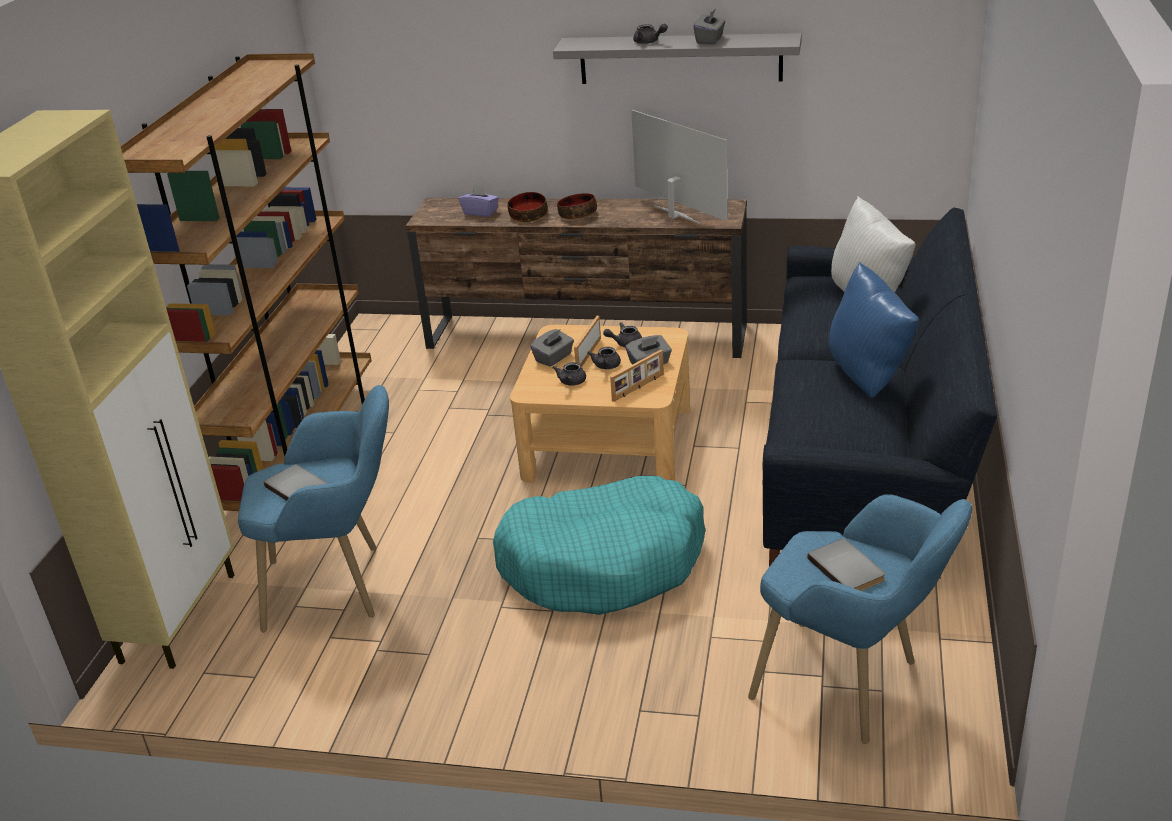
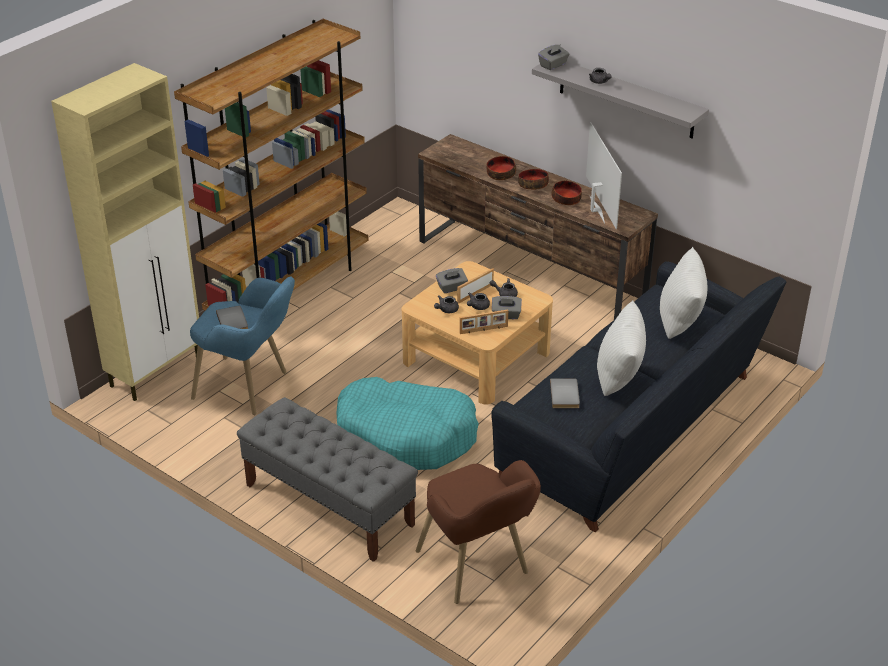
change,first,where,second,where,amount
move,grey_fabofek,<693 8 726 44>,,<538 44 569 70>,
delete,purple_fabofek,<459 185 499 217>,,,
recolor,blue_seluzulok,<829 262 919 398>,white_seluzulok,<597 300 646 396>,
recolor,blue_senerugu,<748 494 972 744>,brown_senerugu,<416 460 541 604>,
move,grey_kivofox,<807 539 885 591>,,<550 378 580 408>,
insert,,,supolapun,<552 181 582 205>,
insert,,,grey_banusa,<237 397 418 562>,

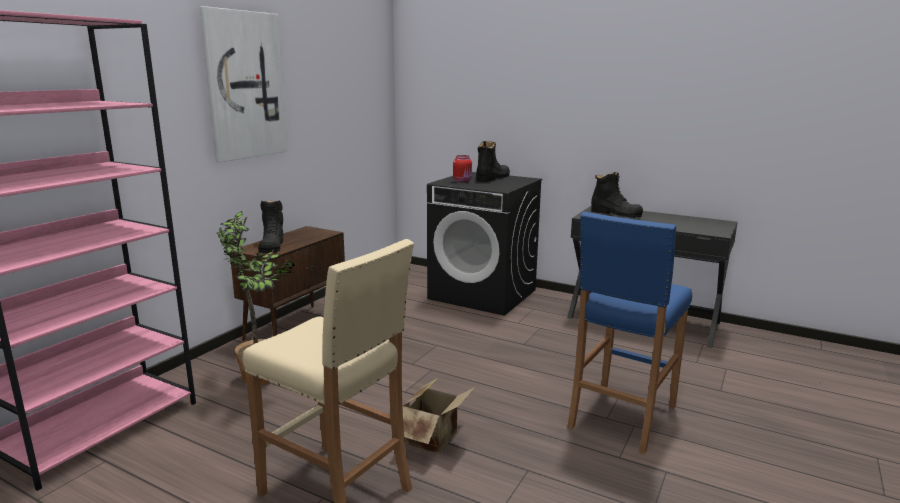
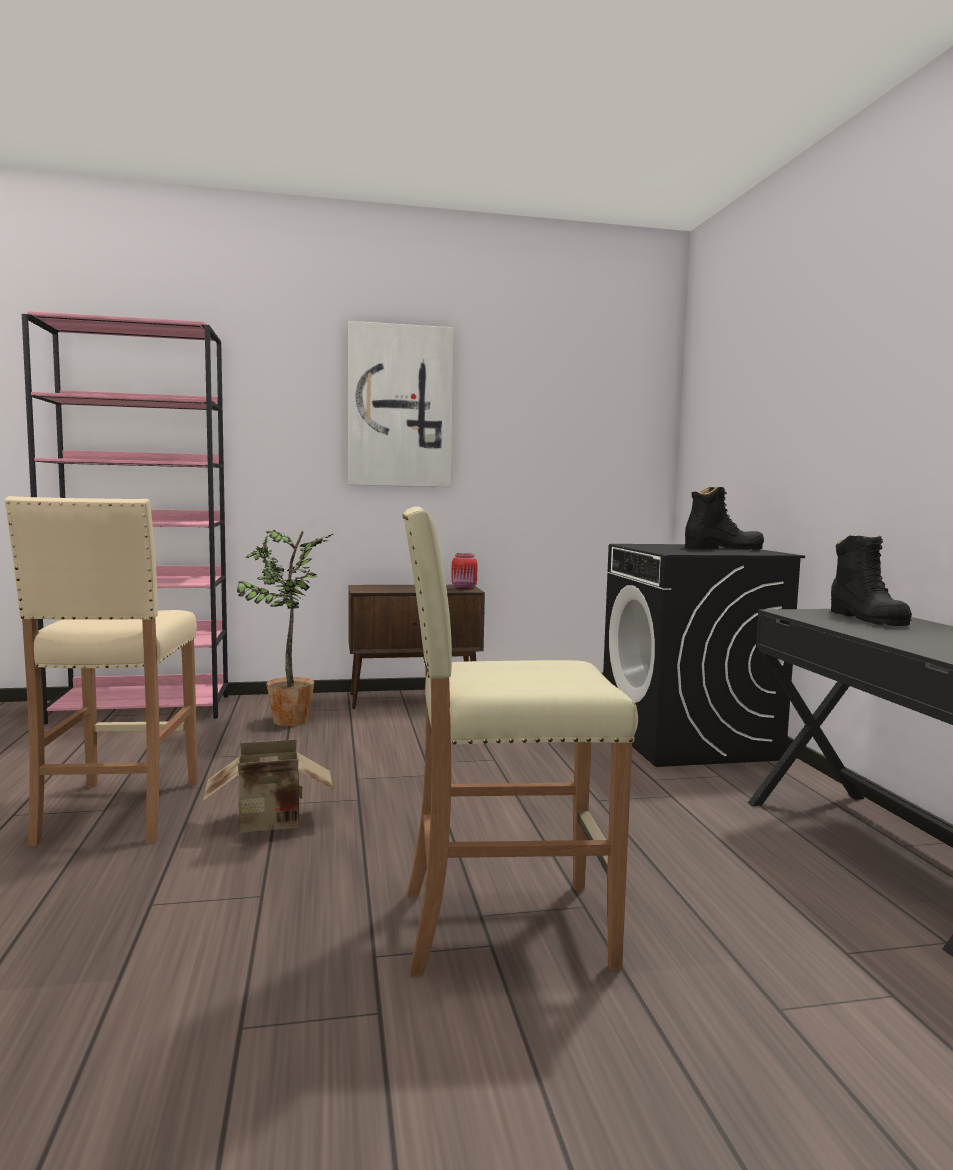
change,first,where,second,where,amount
move,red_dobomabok,<453 155 472 183>,,<451 553 478 590>,
delete,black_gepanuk,<258 200 284 253>,,,
recolor,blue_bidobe,<567 212 692 454>,beige_bidobe,<402 506 638 976>,

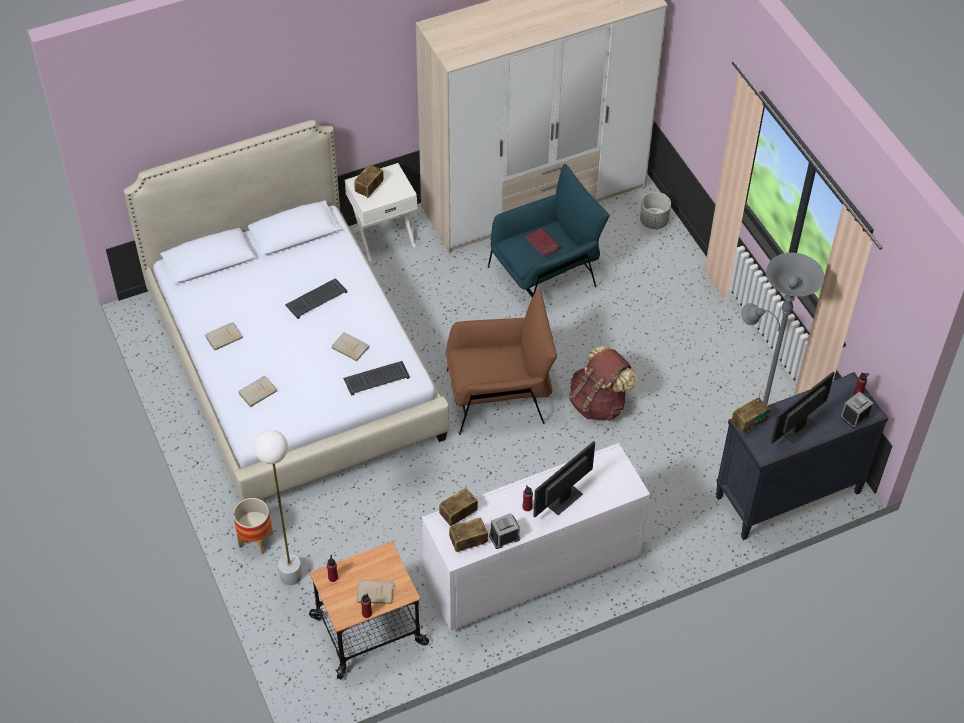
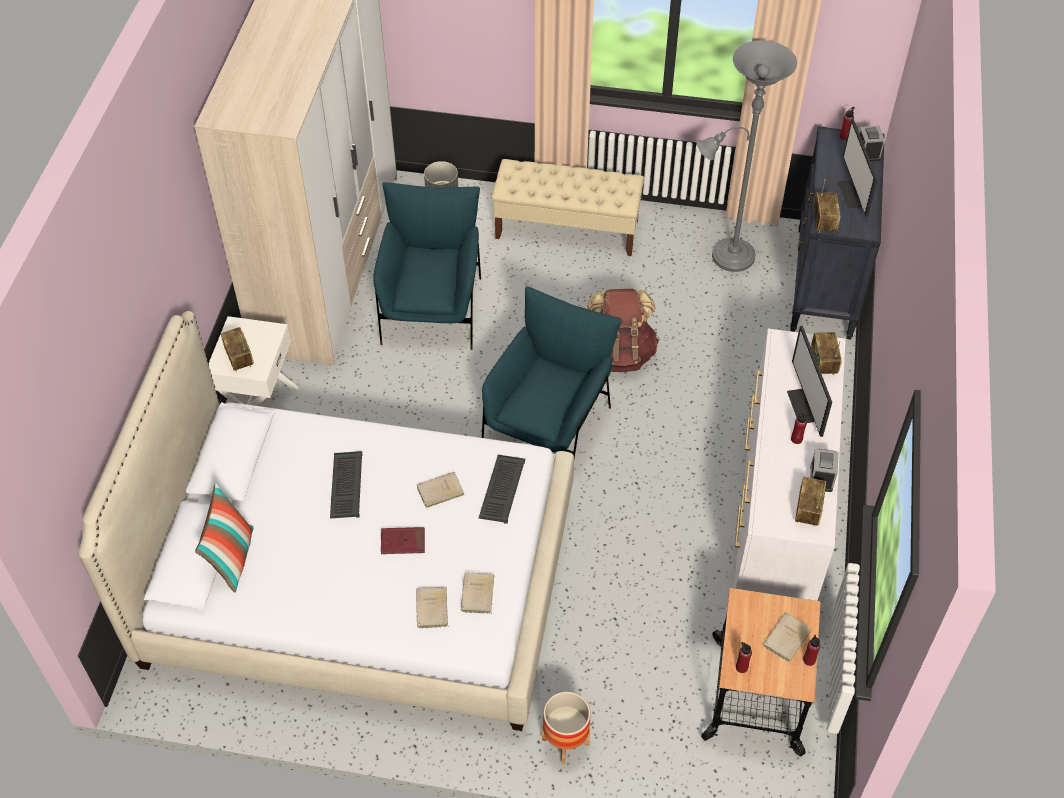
change,first,where,second,where,amount
move,red_kivofox,<526 228 561 257>,,<381 527 425 554>,
recolor,brown_senerugu,<446 290 557 435>,blue_senerugu,<482 287 622 458>,
move,beige_kivofox,<205 322 243 350>,,<461 572 494 614>,
delete,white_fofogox,<254 430 302 585>,,,
move,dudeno,<439 488 478 526>,,<811 332 842 375>,
insert,,,beige_banusa,<492 159 644 256>,
insert,,,seluzulok,<195 483 254 592>,

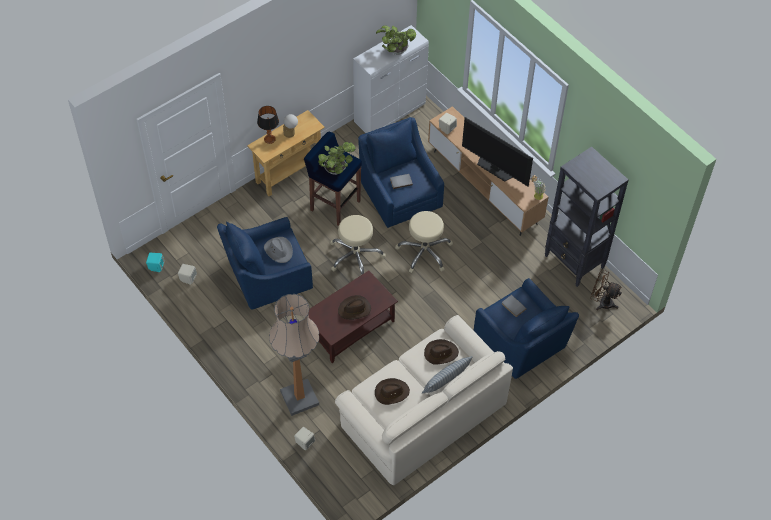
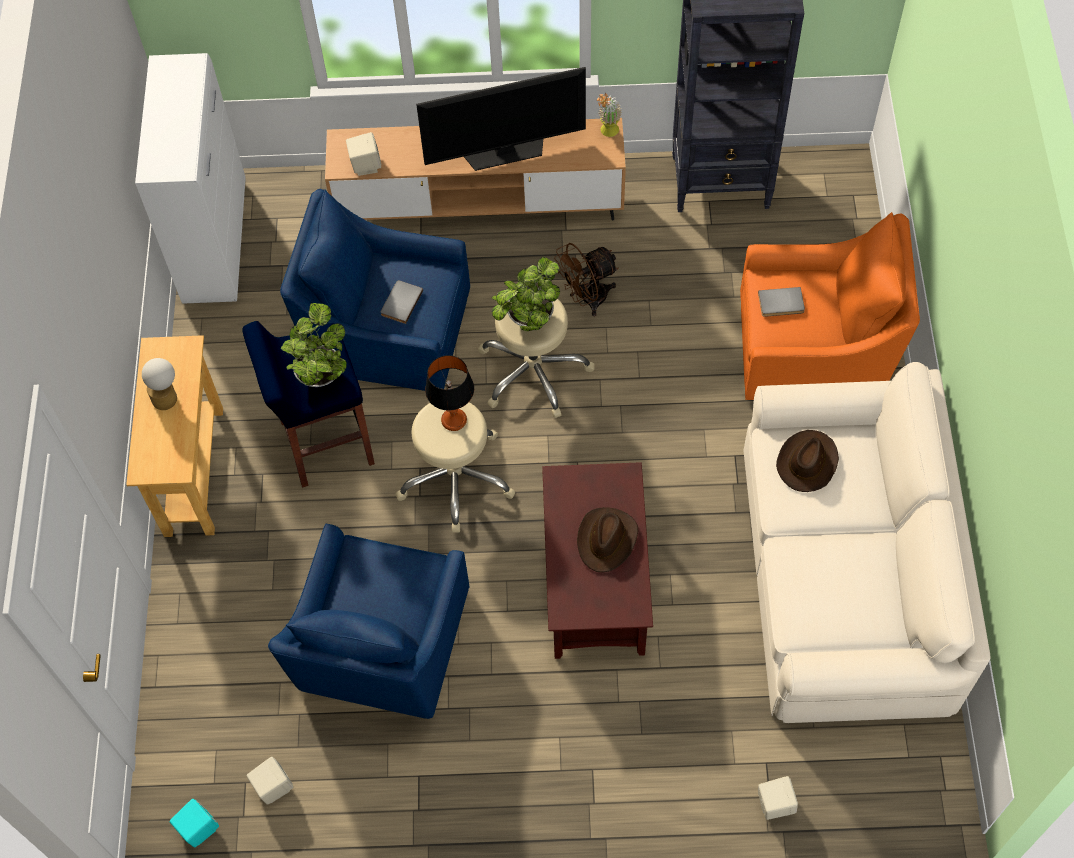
change,first,where,second,where,amount
move,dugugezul,<376 25 416 55>,,<492 257 560 331>,
move,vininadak,<257 106 279 144>,,<425 355 474 431>,
delete,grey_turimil,<264 237 293 263>,,,
move,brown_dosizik,<591 269 622 310>,,<554 243 619 316>,
recolor,blue_senerugu,<474 278 579 379>,orange_senerugu,<740 212 920 400>,
delete,fofogox,<269 294 319 416>,,,
delete,seluzulok,<422 356 473 394>,,,
delete,brown_turimil,<375 378 410 405>,,,

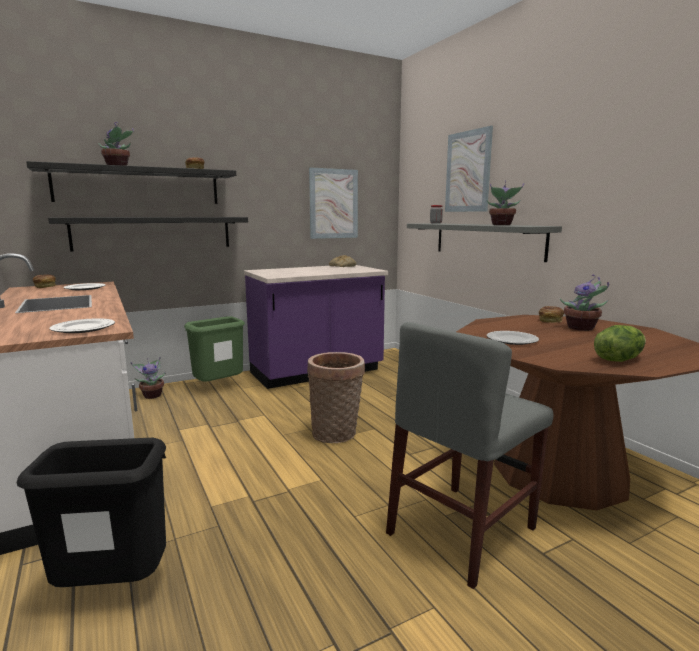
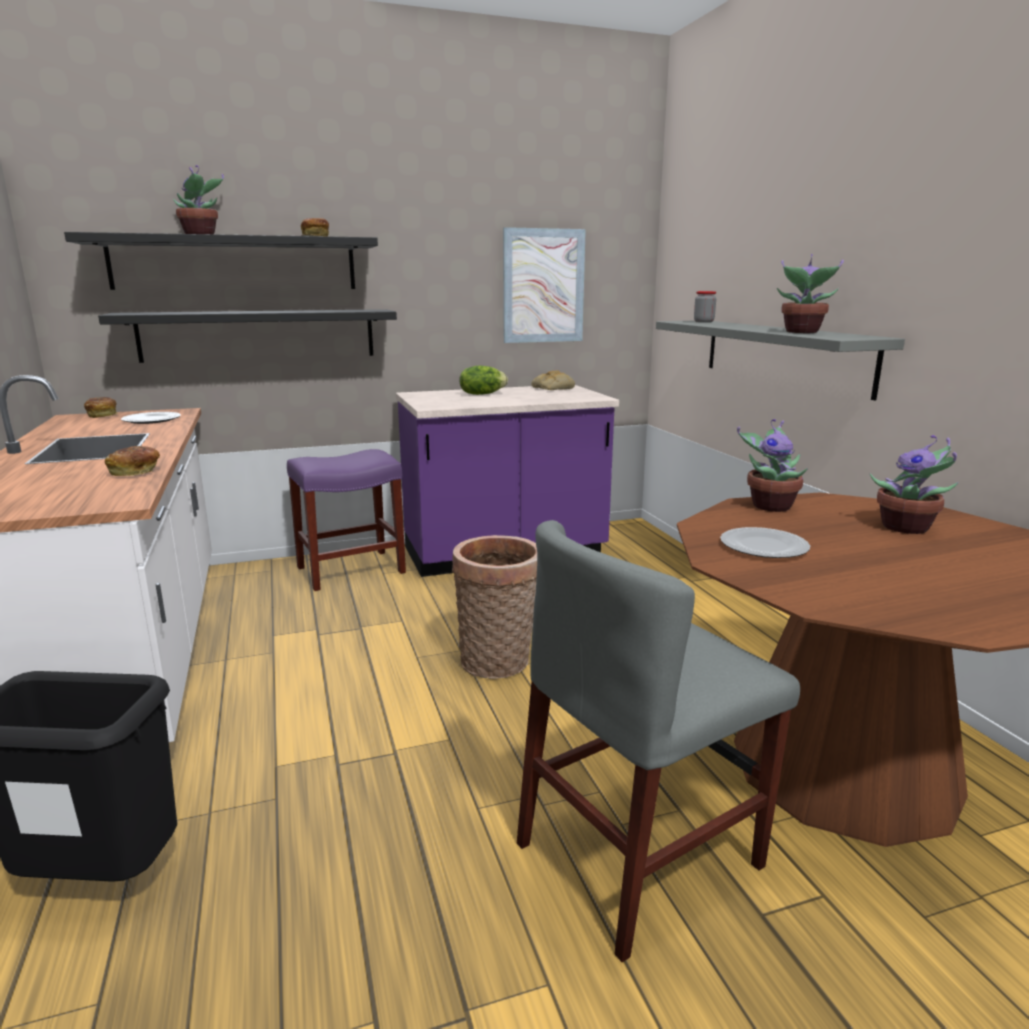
change,first,where,second,where,amount
delete,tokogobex,<445 126 493 212>,,,
move,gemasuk,<539 306 564 323>,,<105 446 160 476>,
replace,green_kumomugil,<184 316 245 382>,purple_bidobe,<287 449 406 591>,
delete,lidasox,<50 318 115 333>,,,
move,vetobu,<594 325 646 362>,,<459 366 508 395>,
move,dugugezul,<131 357 166 399>,,<737 419 808 512>,

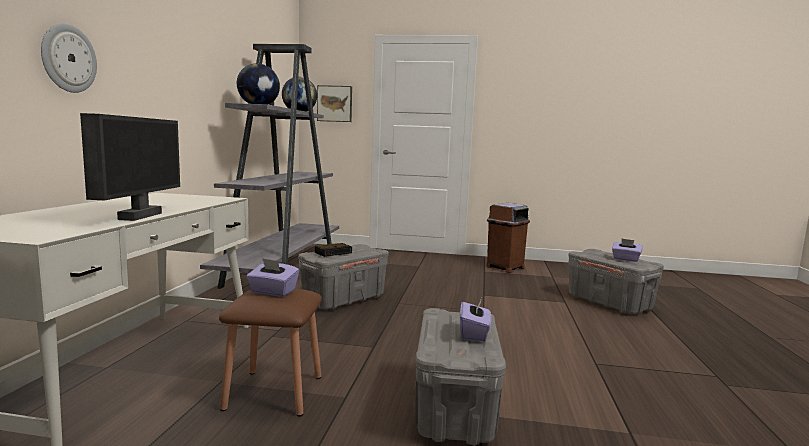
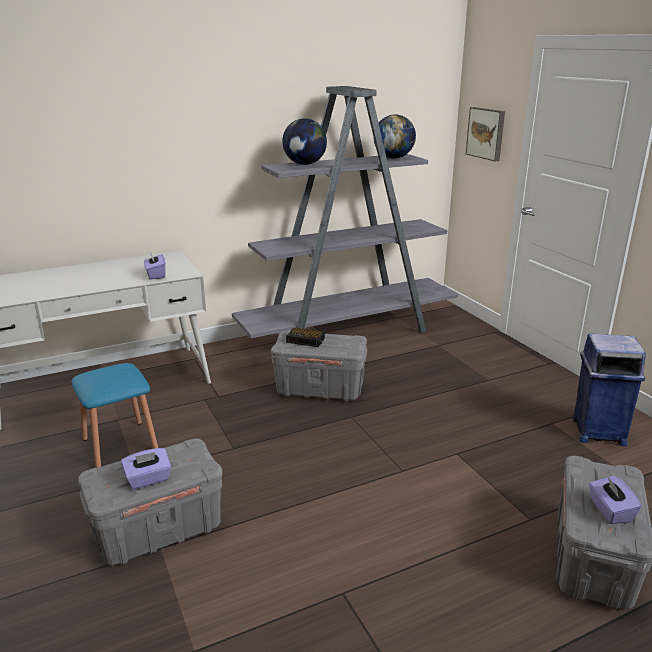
change,first,where,second,where,amount
delete,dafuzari,<41 23 97 93>,,,
delete,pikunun,<80 113 180 221>,,,
recolor,brown_kumomugil,<486 203 530 273>,blue_kumomugil,<573 334 646 446>,
move,purple_fabofek,<247 258 299 297>,,<144 251 166 280>,
recolor,brown_bidobe,<219 289 322 417>,blue_bidobe,<71 363 158 468>,

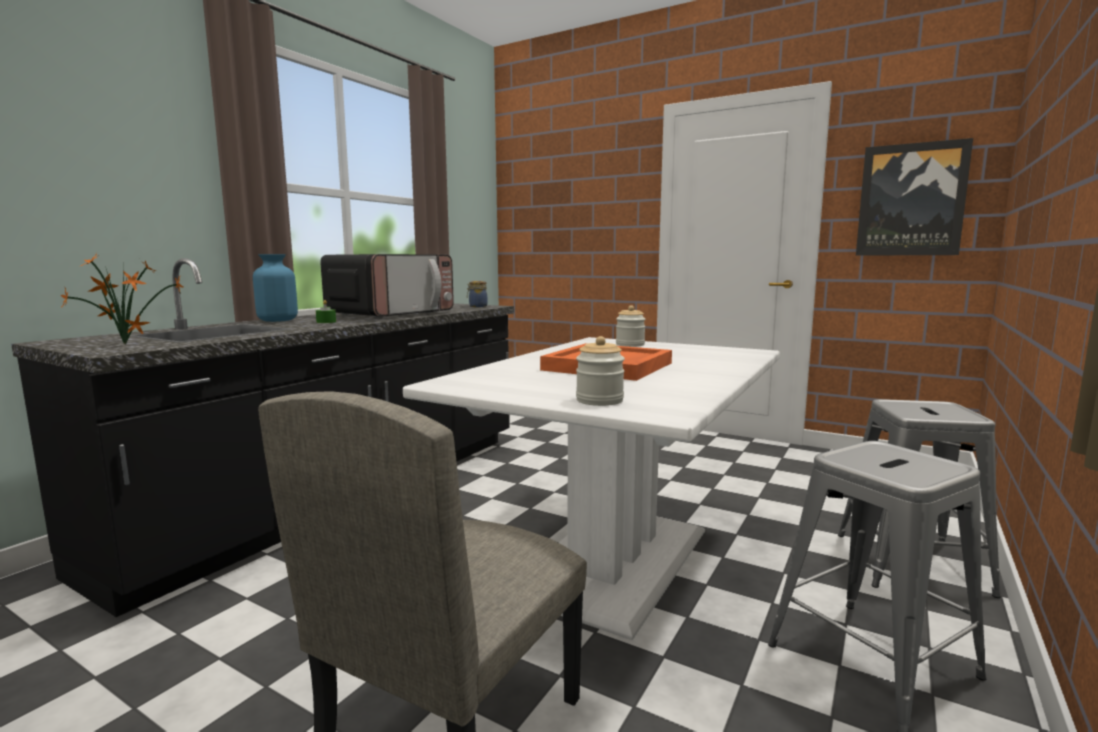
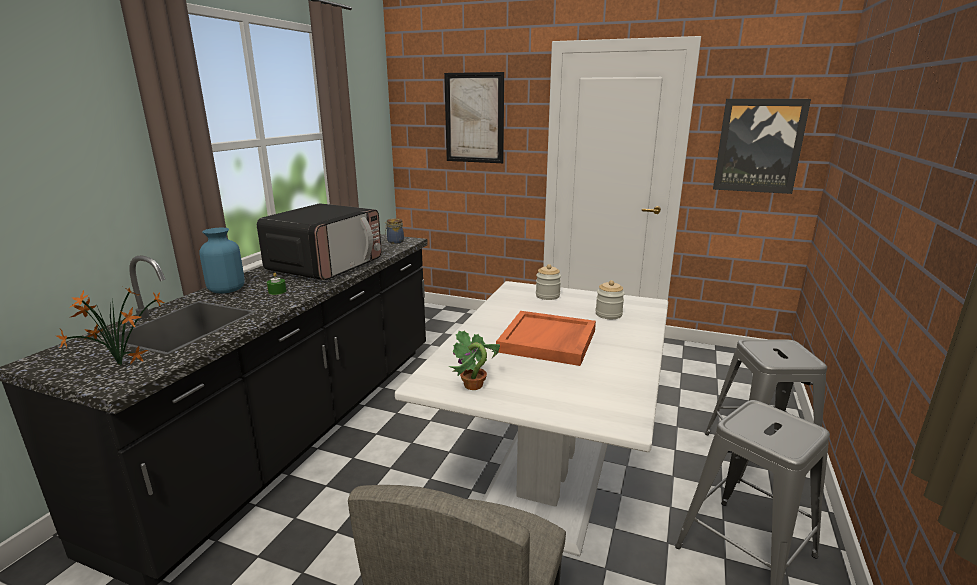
change,first,where,second,where,amount
move,dobomabok,<576 336 625 406>,,<596 280 625 319>,
insert,,,tokogobex,<444 72 504 163>,
insert,,,dugugezul,<448 331 500 390>,

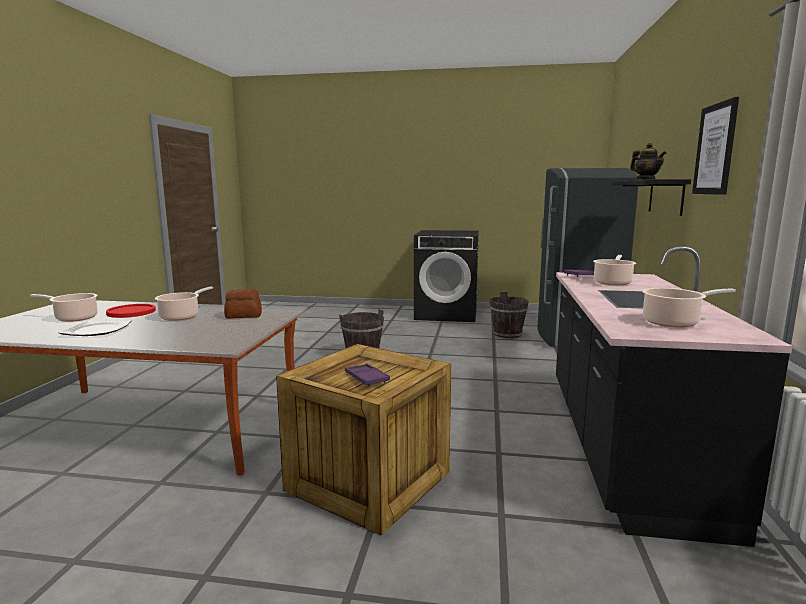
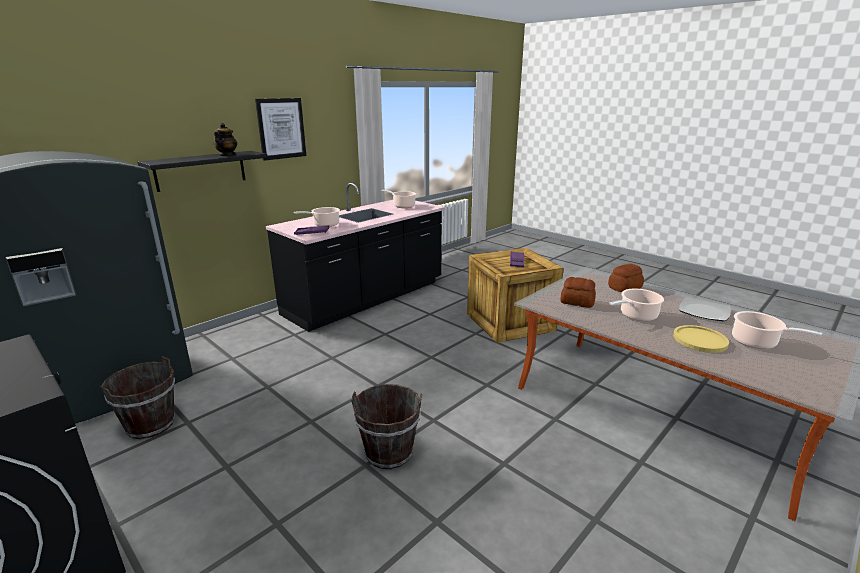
change,first,where,second,where,amount
recolor,red_lidasox,<106 304 156 318>,yellow_lidasox,<673 325 729 353>,
insert,,,gemasuk,<608 264 644 292>,

